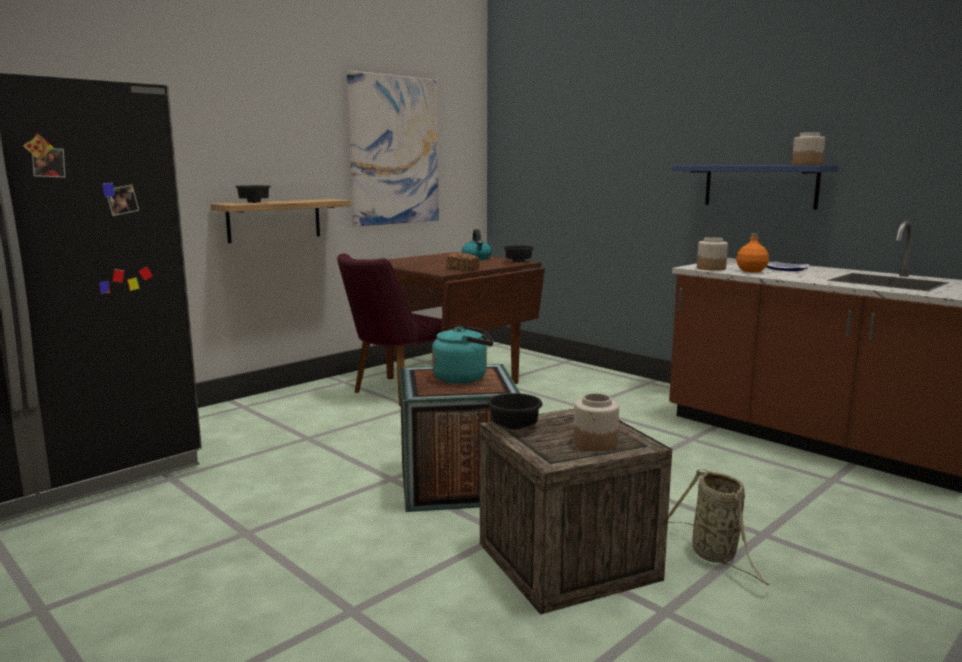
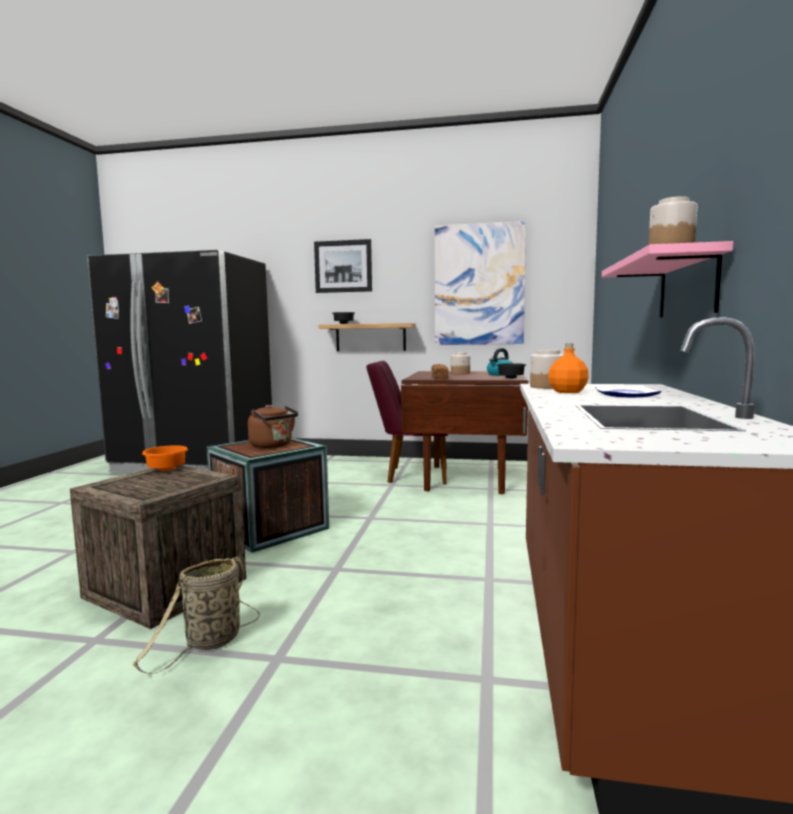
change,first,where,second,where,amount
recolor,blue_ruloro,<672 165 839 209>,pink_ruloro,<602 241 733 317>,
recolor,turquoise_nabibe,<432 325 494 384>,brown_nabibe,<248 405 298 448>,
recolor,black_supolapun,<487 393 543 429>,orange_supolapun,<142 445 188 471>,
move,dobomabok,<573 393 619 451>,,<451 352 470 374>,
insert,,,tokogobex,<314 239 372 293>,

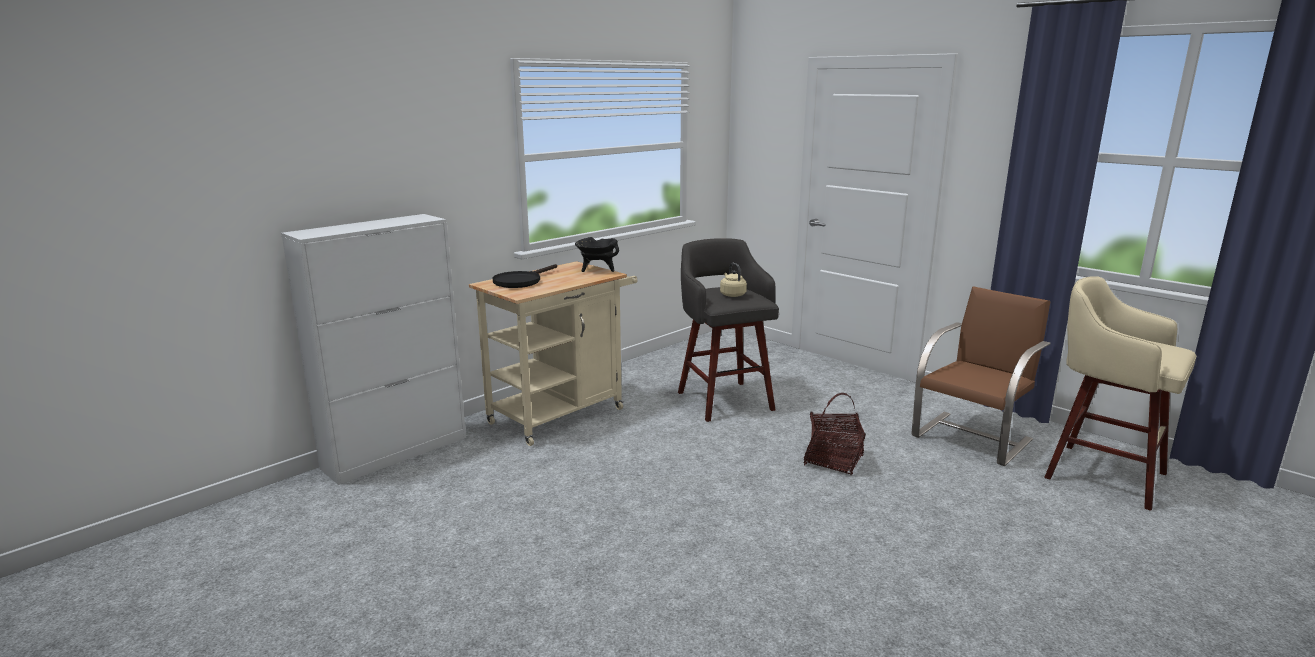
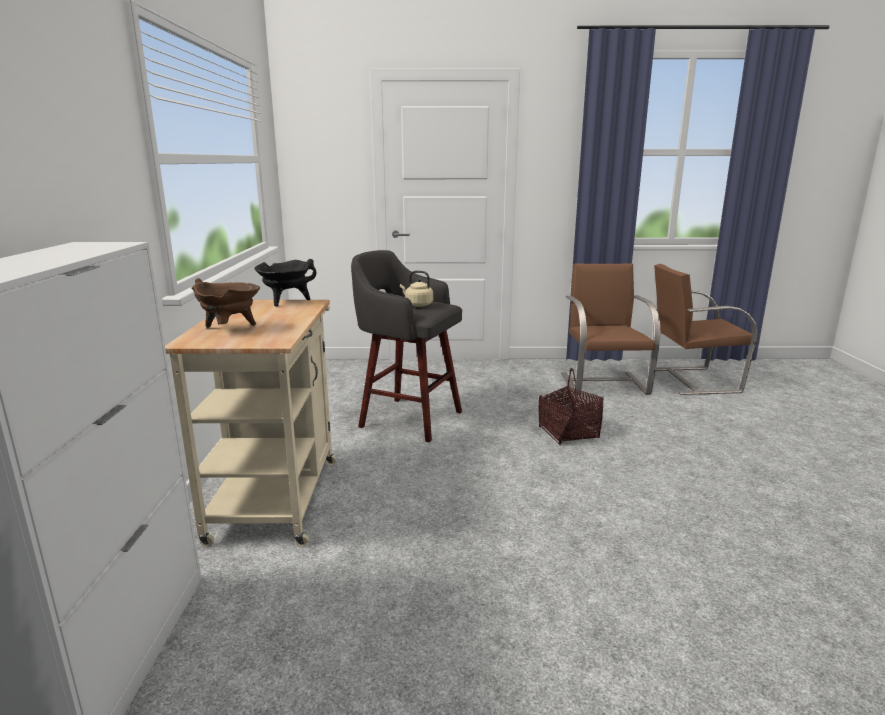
change,first,where,second,where,amount
replace,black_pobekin,<492 264 557 288>,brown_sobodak,<191 278 260 328>,
replace,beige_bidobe,<1044 276 1197 511>,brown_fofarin,<654 264 757 395>,

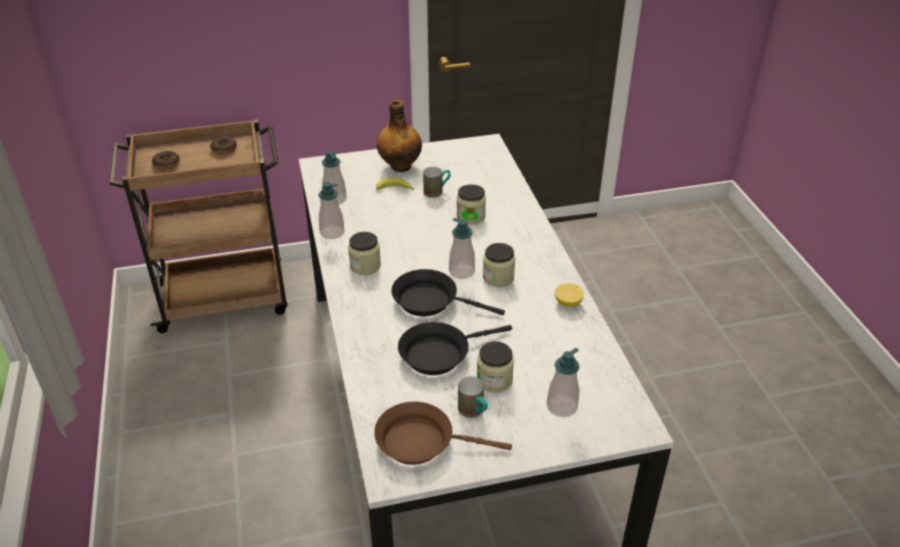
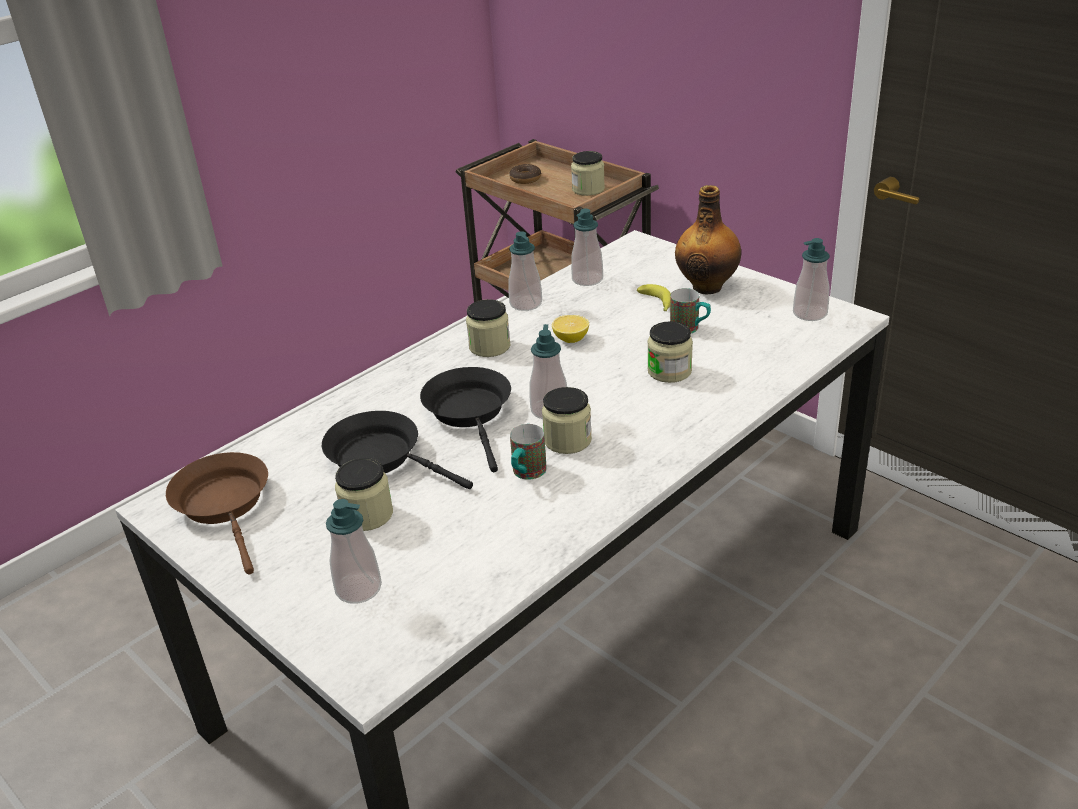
change,first,where,second,where,amount
replace,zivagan,<210 136 237 155>,dobomabok,<571 151 605 196>,
move,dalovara,<554 283 584 307>,,<552 315 589 343>,
move,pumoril,<458 376 488 418>,,<510 424 547 480>,
insert,,,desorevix,<793 238 830 321>,

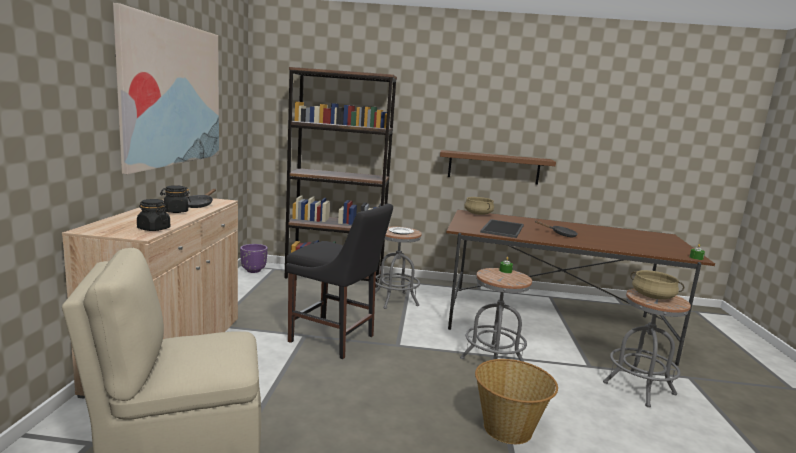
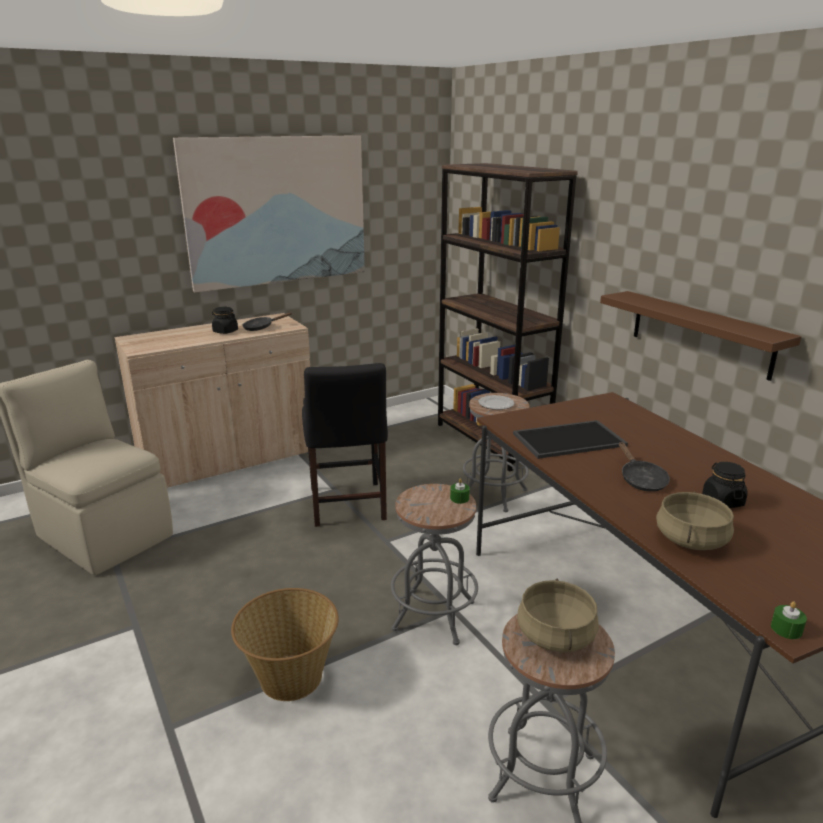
change,first,where,second,where,amount
move,beige_sobodak,<464 197 494 215>,,<656 492 734 550>,
move,black_dobomabok,<137 199 170 231>,,<702 462 748 508>,
delete,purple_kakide,<240 244 268 273>,,,

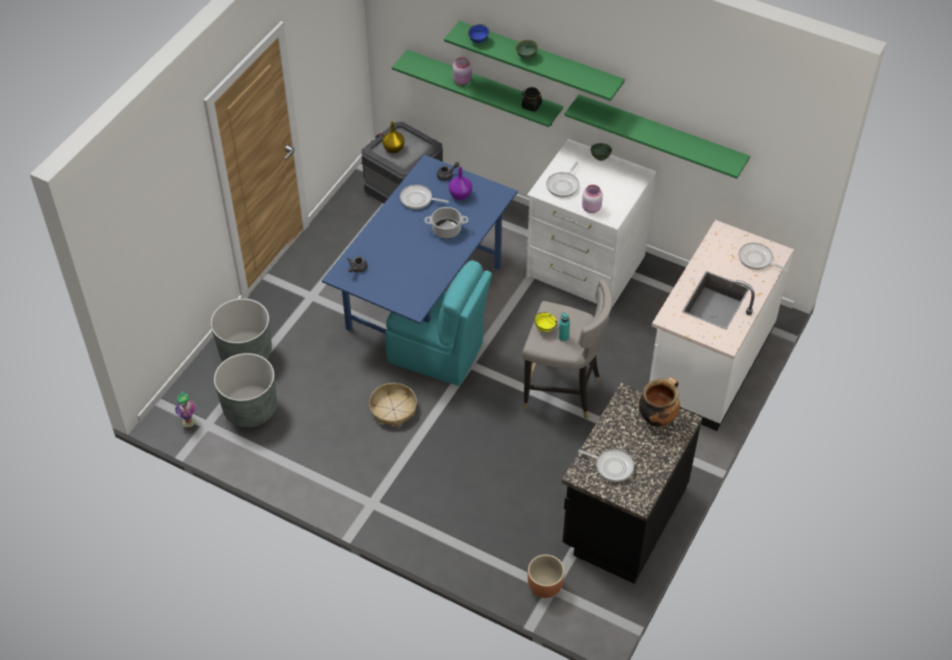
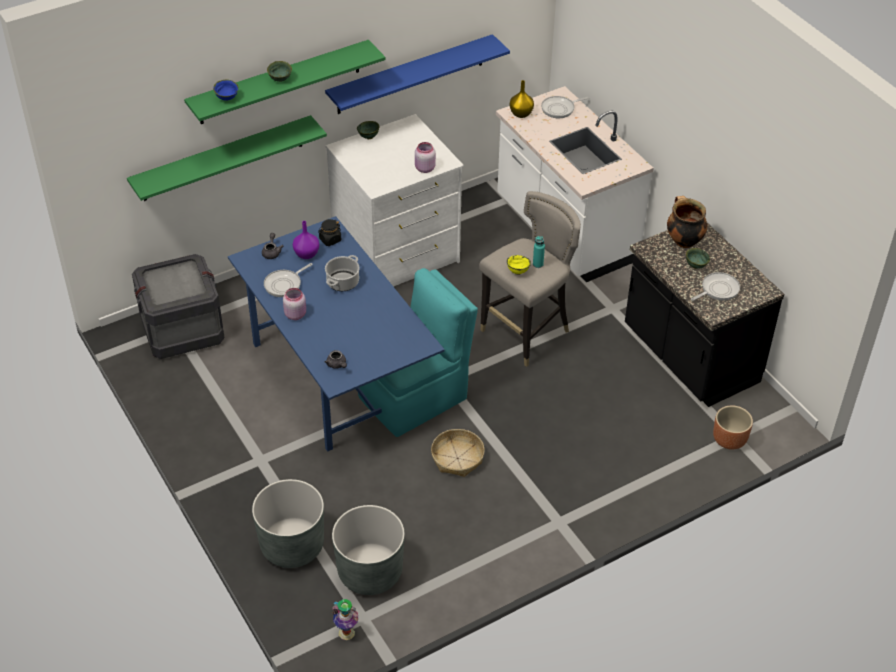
change,first,where,second,where,amount
move,pink_dobomabok,<453 57 472 85>,,<283 288 306 320>,
move,black_dobomabok,<521 87 542 112>,,<318 219 341 246>,
recolor,green_ruloro,<564 94 750 179>,blue_ruloro,<325 34 510 114>,
move,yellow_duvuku,<382 121 405 153>,,<510 80 534 118>,
delete,pobekin,<546 161 579 198>,,,
insert,,,green_supolapun,<686 248 710 269>,

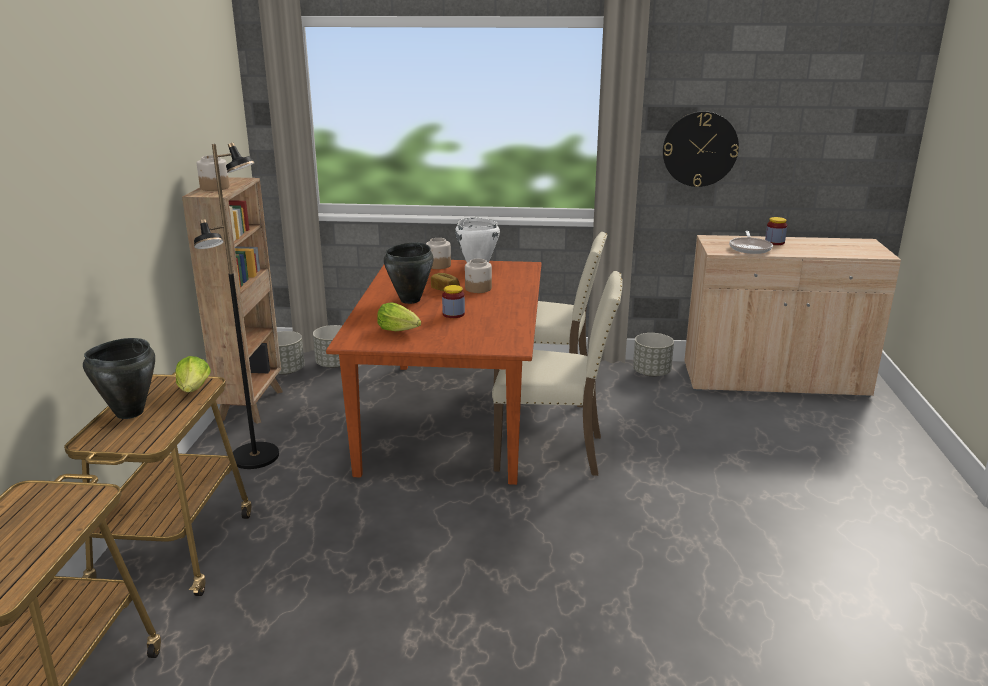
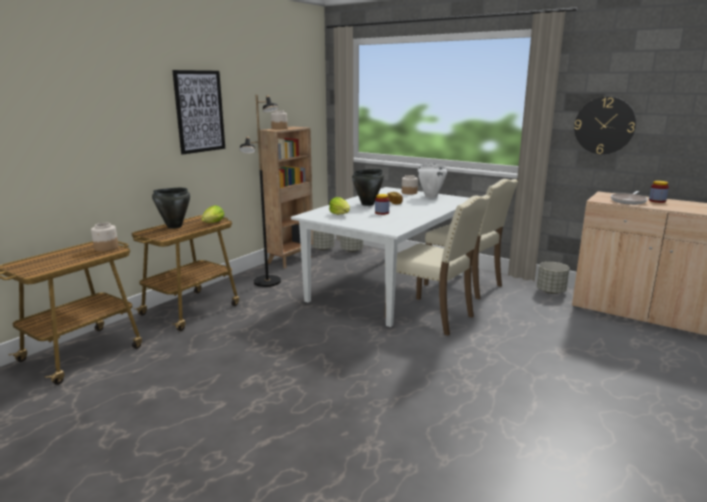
change,first,where,second,where,amount
move,dobomabok,<465 259 492 293>,,<91 223 118 251>,
recolor,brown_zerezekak,<326 260 542 485>,white_zerezekak,<291 187 469 327>,
insert,,,tokogobex,<172 70 225 155>,

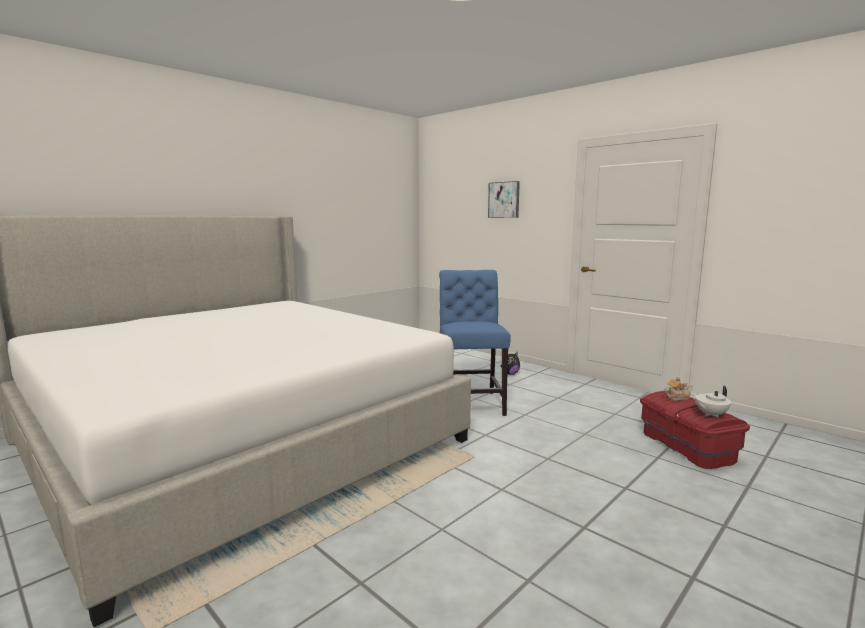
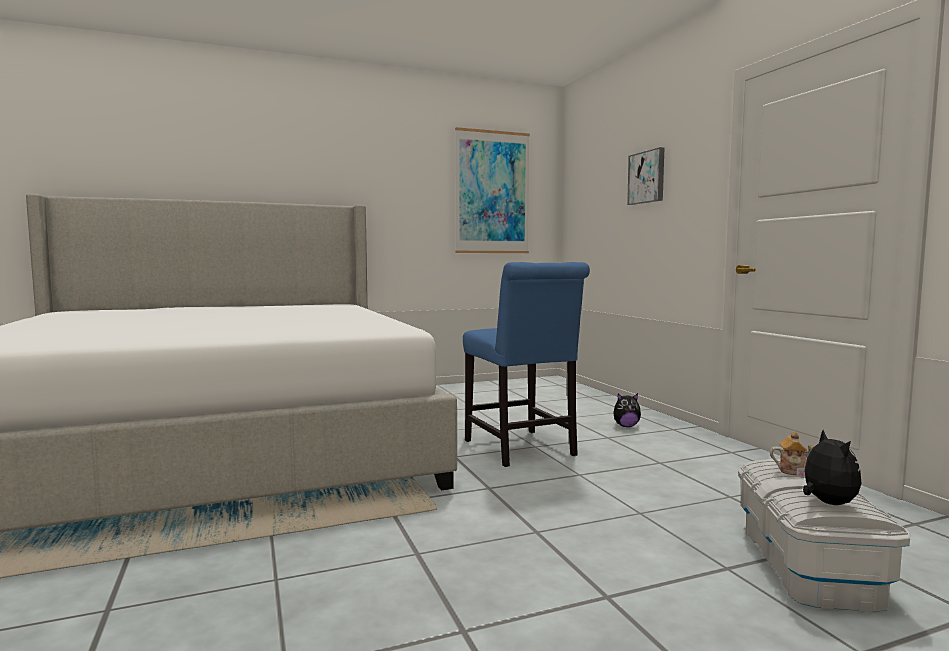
change,first,where,second,where,amount
rotate,blue_fofarin,<439 270 511 416>,,<463 262 590 467>,135 degrees clockwise
replace,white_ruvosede,<695 386 731 417>,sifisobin,<797 430 862 505>,
recolor,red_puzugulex,<640 390 750 469>,white_puzugulex,<738 459 910 612>,
insert,,,tokogobex,<455 127 530 253>,

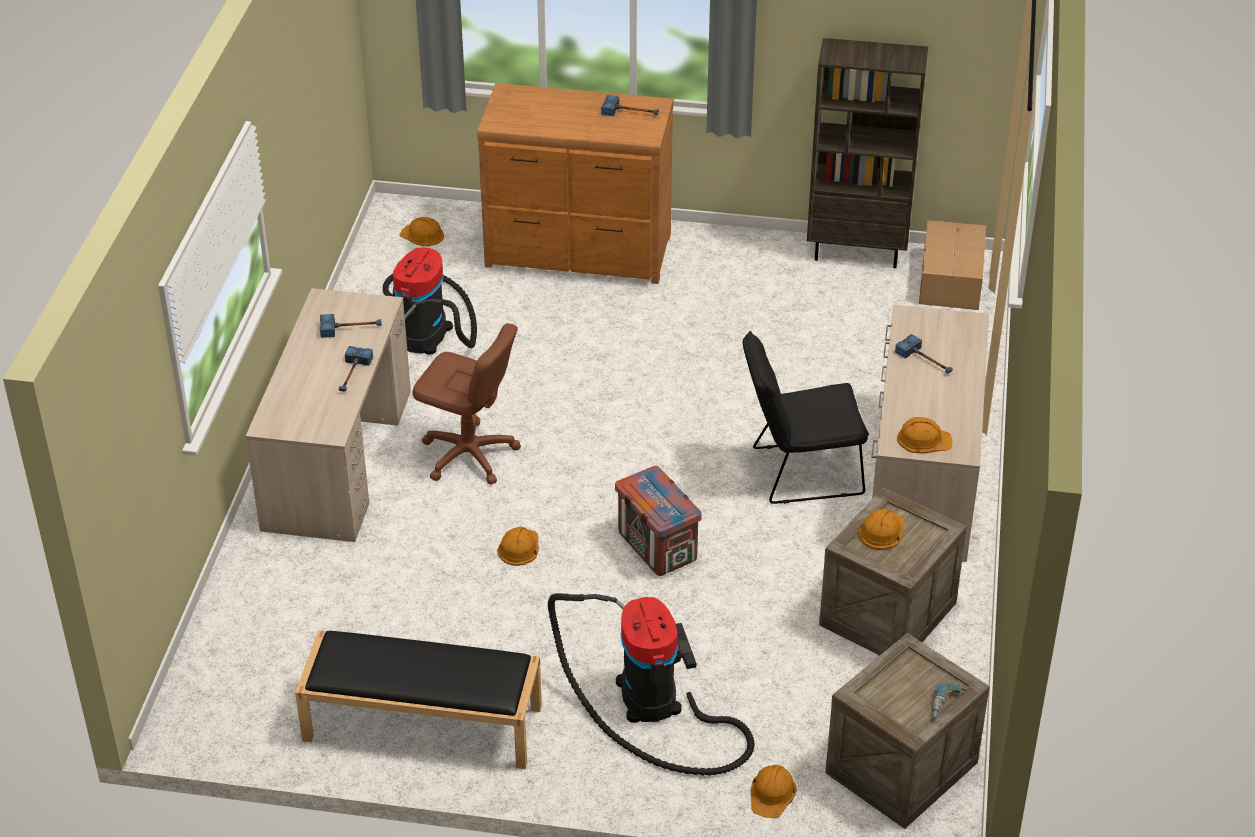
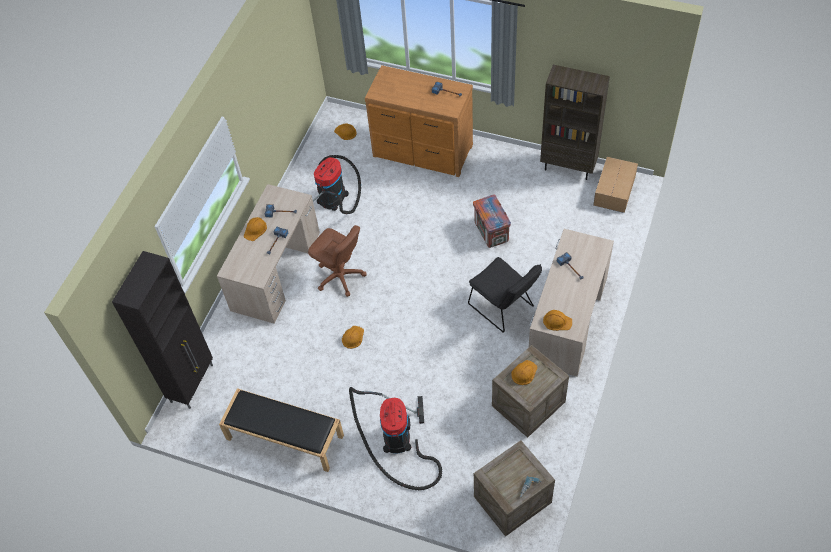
change,first,where,second,where,amount
rotate,black_fofarin,<743 331 869 504>,,<468 257 542 333>,135 degrees counterclockwise
move,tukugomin,<615 466 702 576>,,<473 194 511 248>,
move,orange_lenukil,<751 765 797 818>,,<244 217 267 241>,
insert,,,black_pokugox,<112 251 213 409>,

